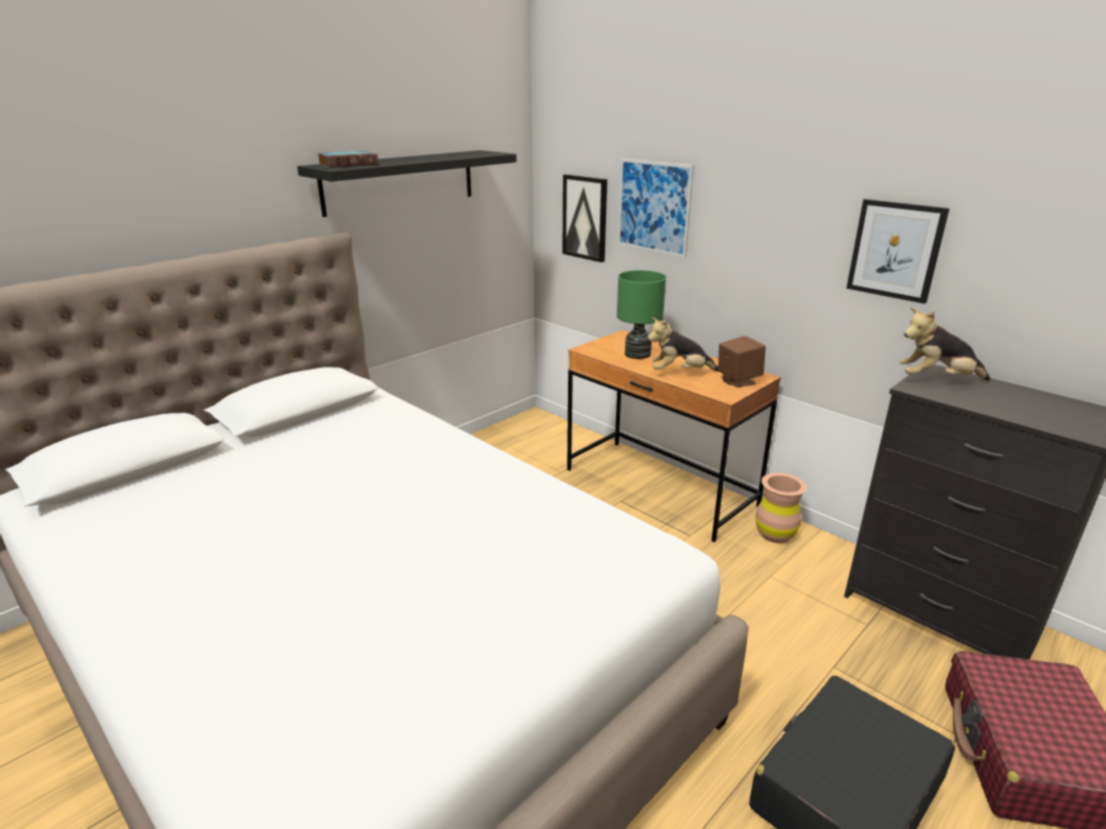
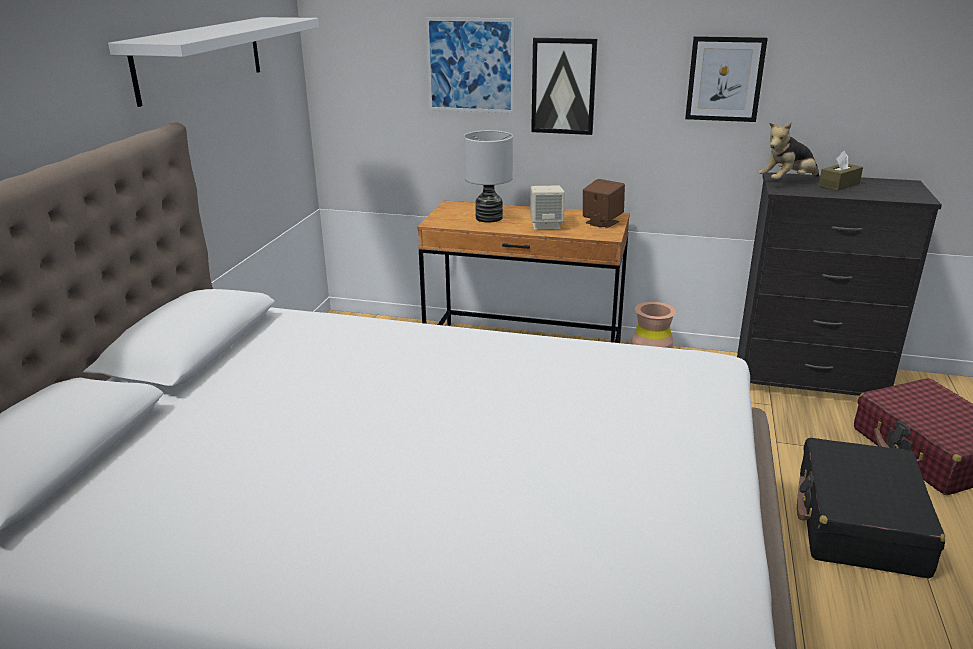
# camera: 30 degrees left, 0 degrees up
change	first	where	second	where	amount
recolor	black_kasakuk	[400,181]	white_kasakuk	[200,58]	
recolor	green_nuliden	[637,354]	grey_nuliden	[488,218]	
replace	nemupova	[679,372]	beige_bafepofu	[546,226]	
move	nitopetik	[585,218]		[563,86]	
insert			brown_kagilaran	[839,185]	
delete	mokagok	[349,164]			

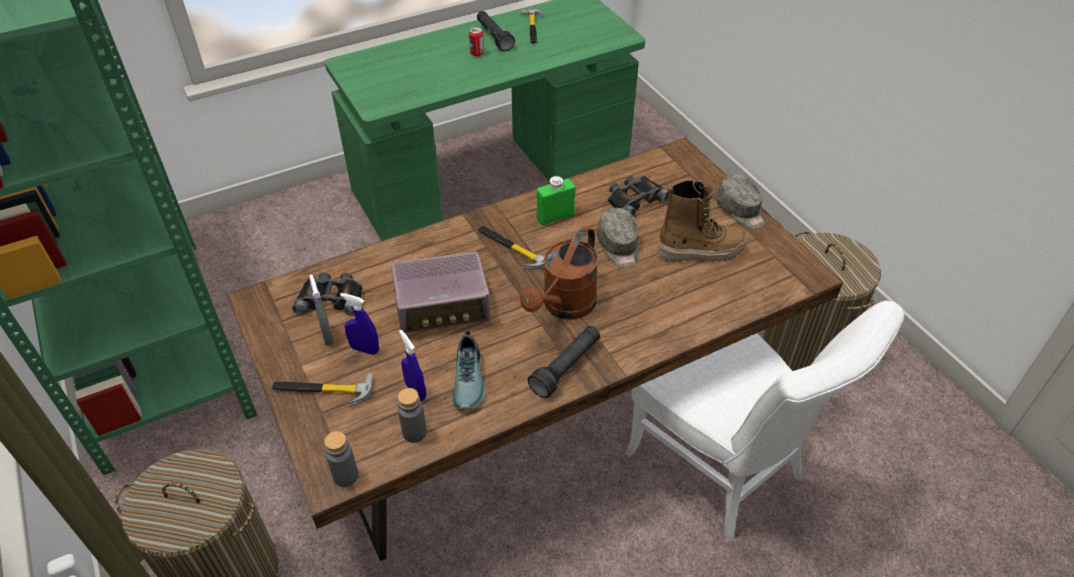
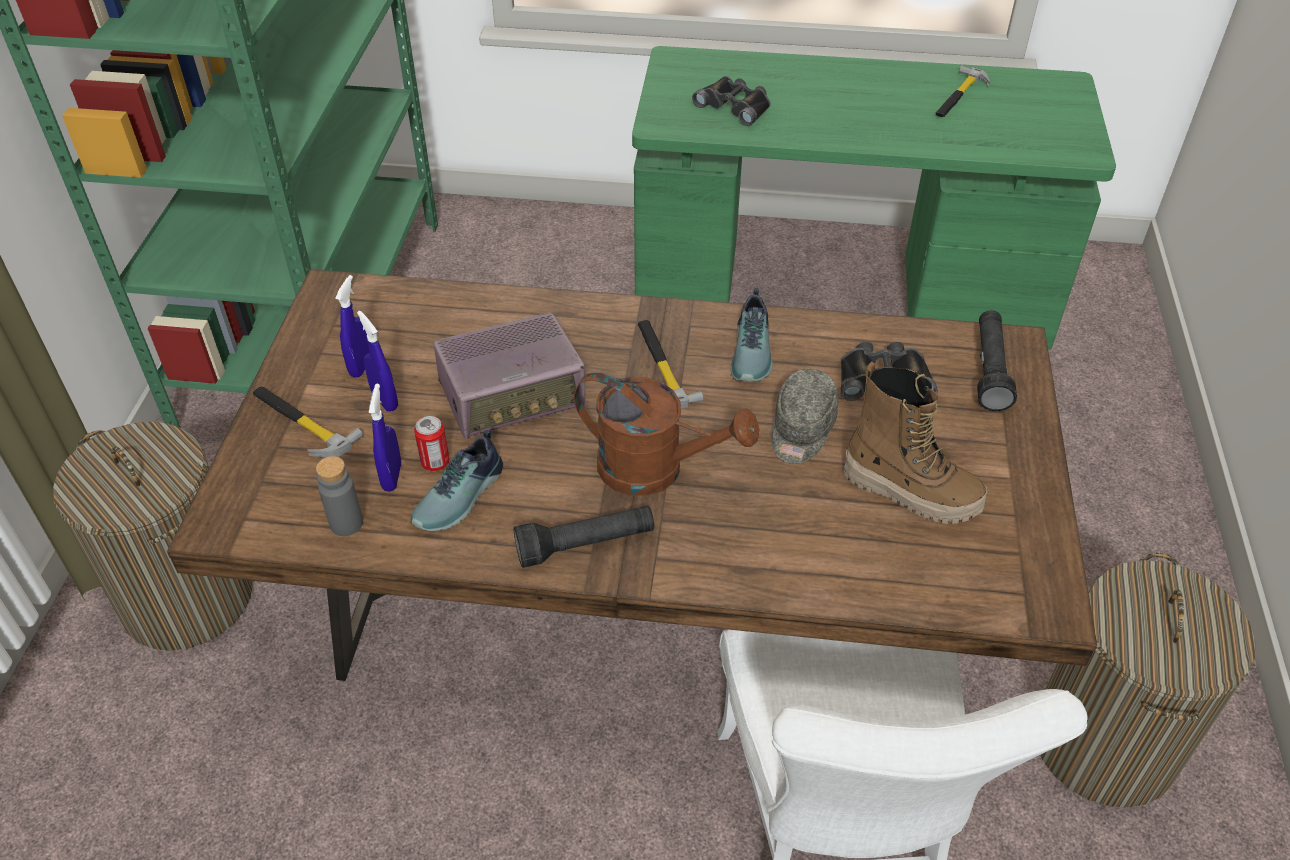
# camera: 35 degrees right, 0 degrees up
change	first	where	second	where	amount
recolor	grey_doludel	[327,336]	blue_doludel	[362,365]	
move	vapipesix	[477,54]		[435,462]	
rotate	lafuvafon	[443,307]		[513,396]	45 degrees counterclockwise
rotate	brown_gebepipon	[564,307]		[655,470]	135 degrees counterclockwise
move	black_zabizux	[331,299]		[735,106]	
replace	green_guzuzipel	[555,217]	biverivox	[753,352]	
move	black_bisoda	[494,37]		[989,370]	
delete	grey_guzuzipel	[346,476]			
delete	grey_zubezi	[740,211]			

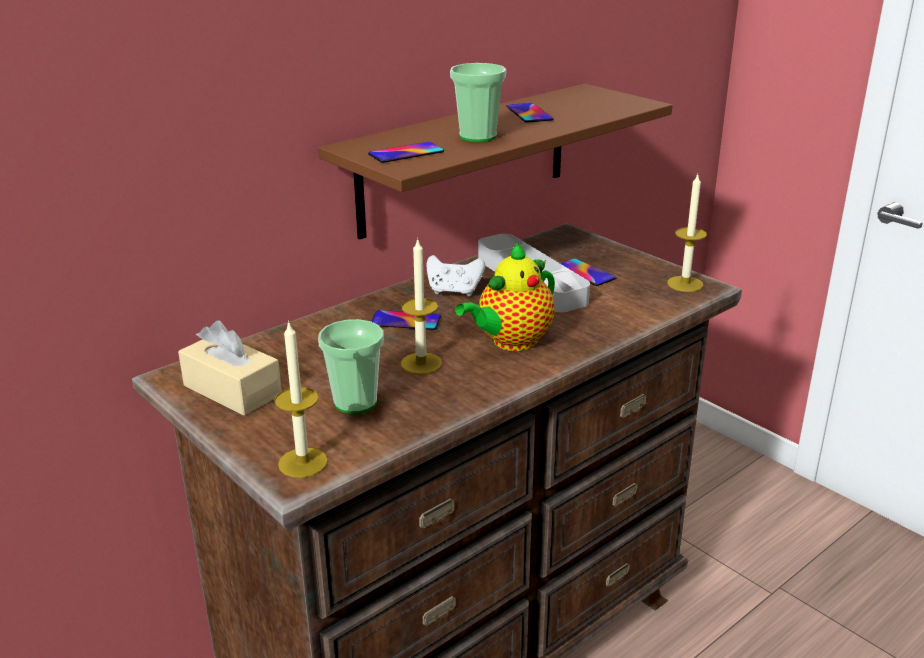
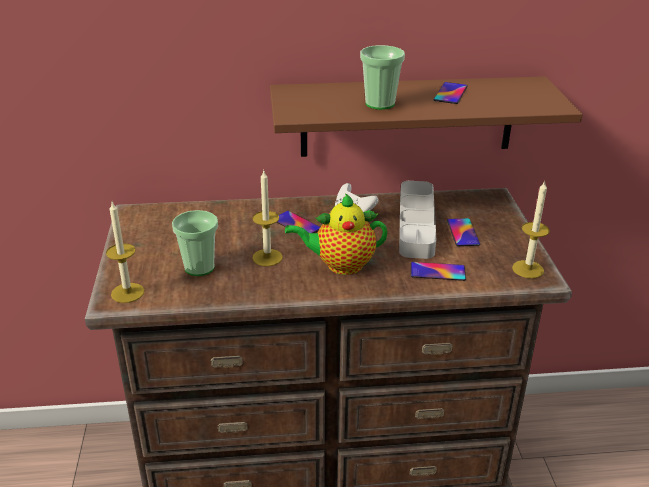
# camera: 35 degrees right, 5 degrees up
change	first	where	second	where	amount
move	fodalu	[406,153]		[437,272]	
delete	beige_kagilaran	[232,390]			

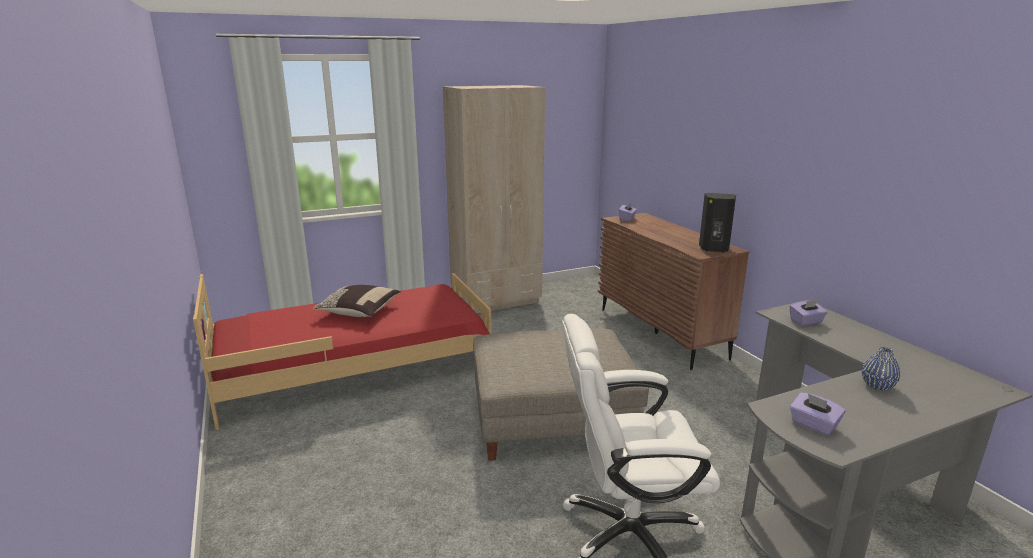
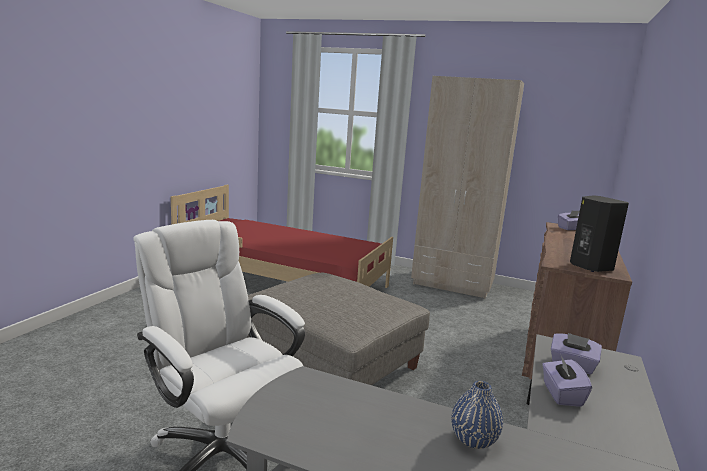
# camera: 45 degrees right, 5 degrees down
change	first	where	second	where	amount
move	purple_kagilaran	[813,425]		[561,394]	
delete	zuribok	[359,311]			

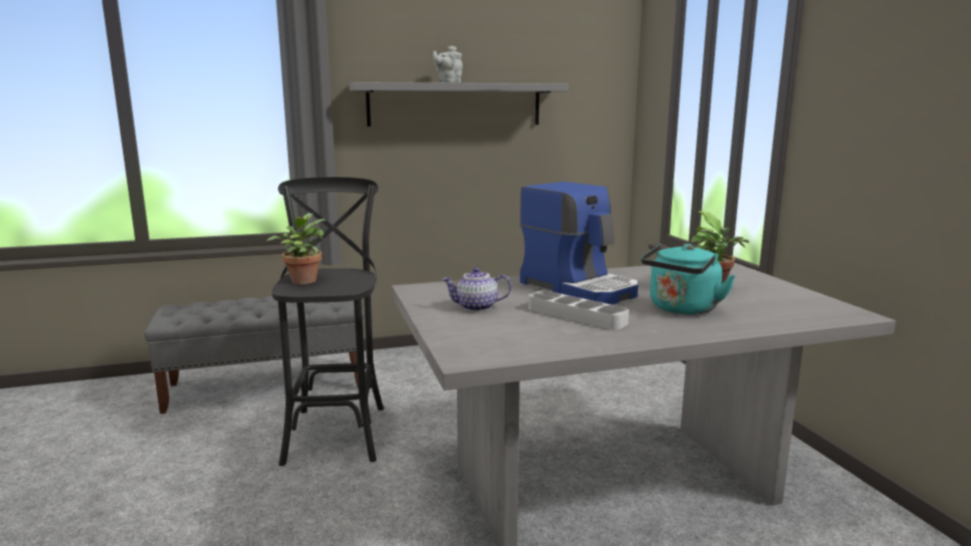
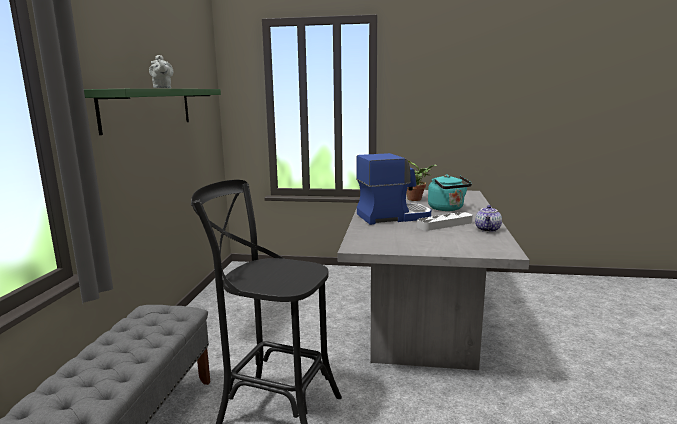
# camera: 65 degrees left, 0 degrees up
change	first	where	second	where	amount
recolor	grey_kasakuk	[455,104]	green_kasakuk	[148,108]	
move	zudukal	[476,307]		[488,230]	
delete	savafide	[303,280]			

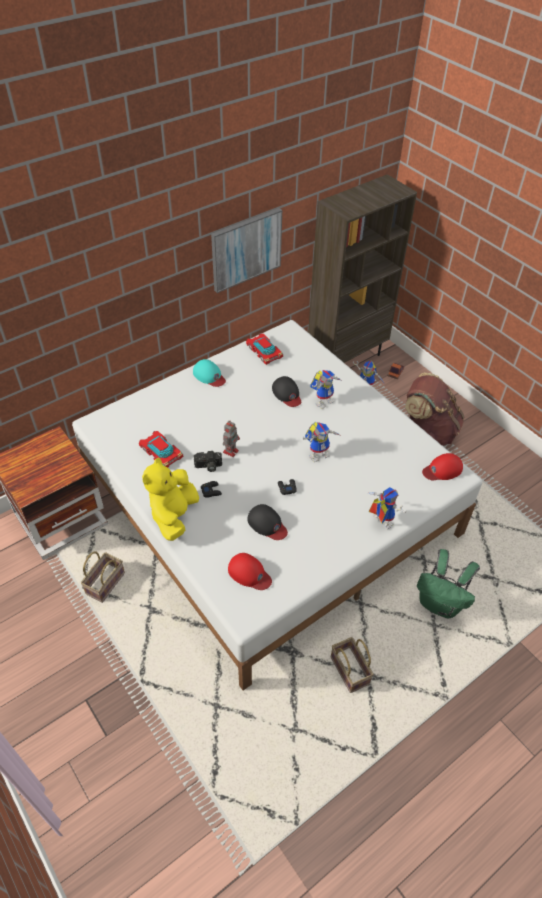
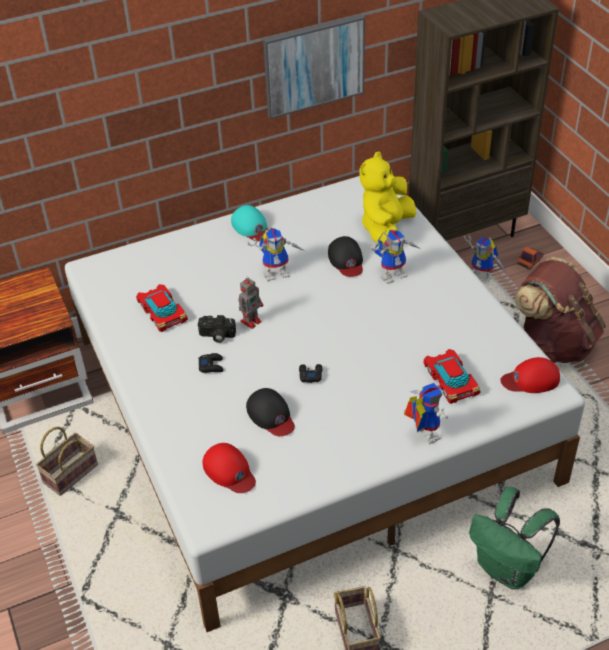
# camera: 15 degrees right, 5 degrees down
change	first	where	second	where	amount
move	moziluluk	[319,453]		[277,272]	
move	yellow_nemupova	[174,515]		[386,228]	
move	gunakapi	[264,351]		[451,380]	

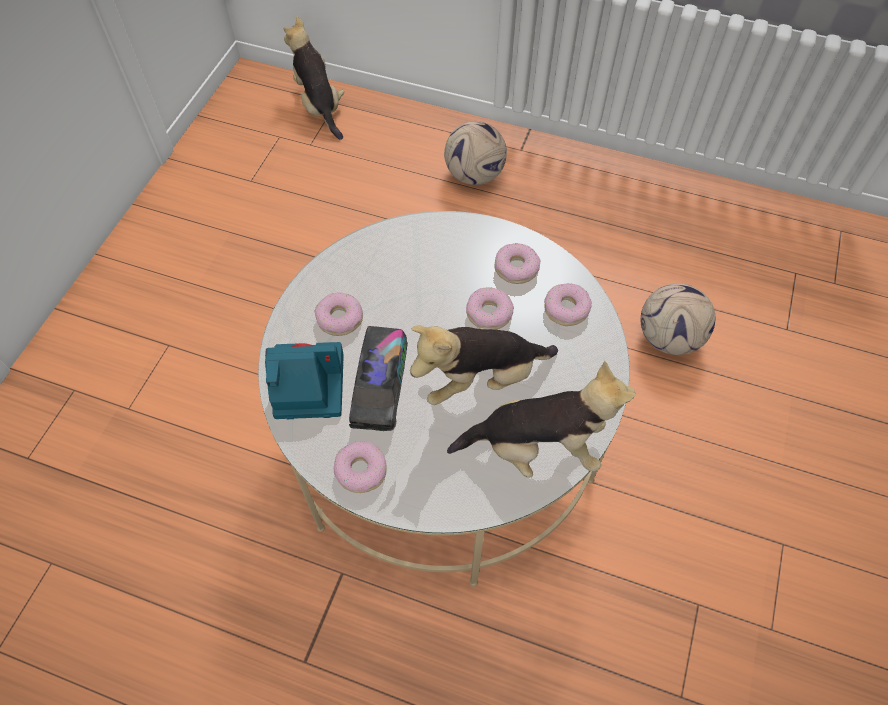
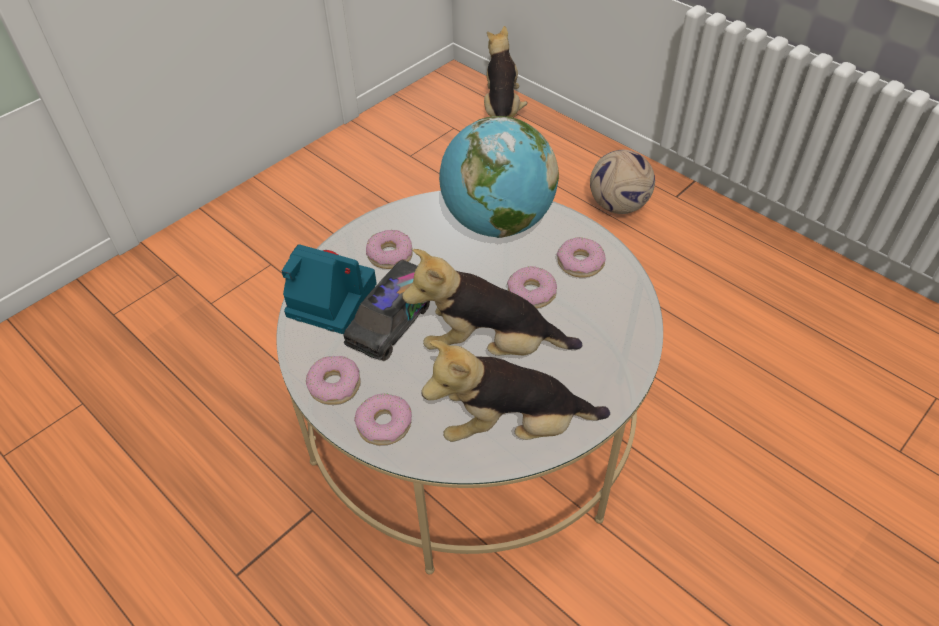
# camera: 25 degrees right, 10 degrees down
change	first	where	second	where	amount
move	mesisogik	[566,308]		[384,424]	
rotate	nemupova	[538,448]		[513,426]	150 degrees clockwise
insert			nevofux	[497,223]	
delete	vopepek	[669,338]			

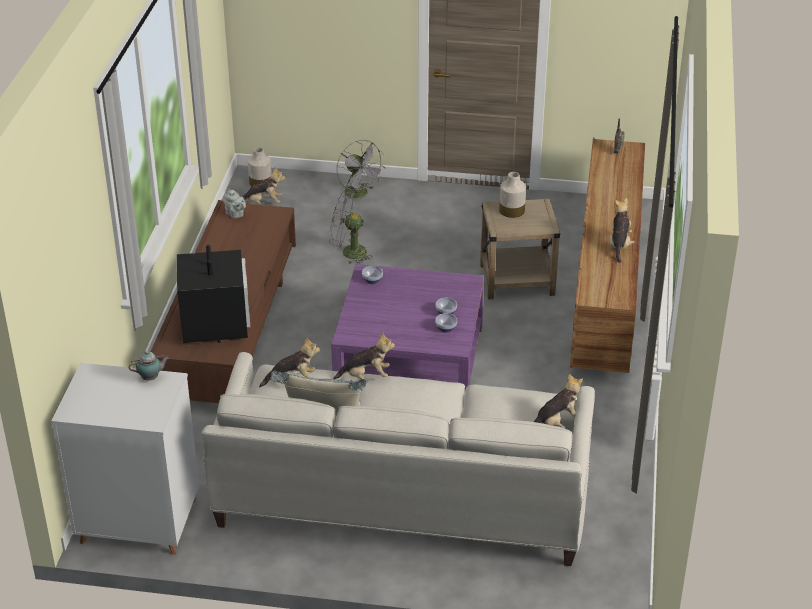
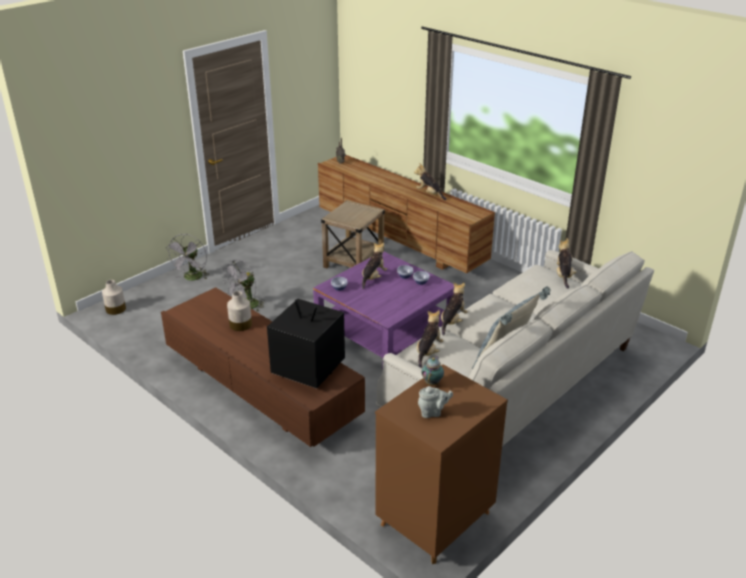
# camera: 55 degrees left, 5 degrees down
change	first	where	second	where	amount
rotate	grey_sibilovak	[360,195]		[192,278]	105 degrees clockwise
move	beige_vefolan	[512,210]		[241,324]	
move	nemupova	[263,203]		[373,278]	
recolor	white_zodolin	[137,521]	brown_zodolin	[434,519]	
move	grey_zudukal	[235,215]		[433,412]	

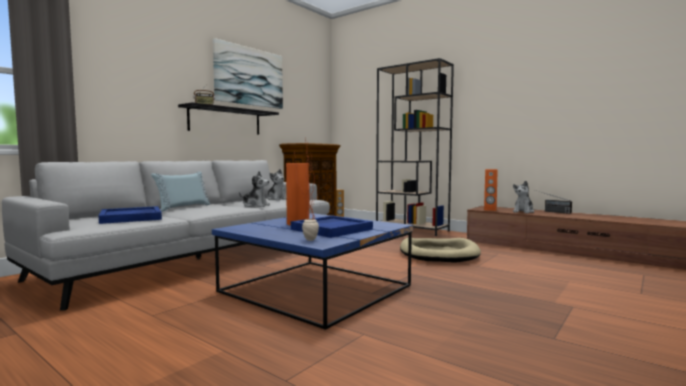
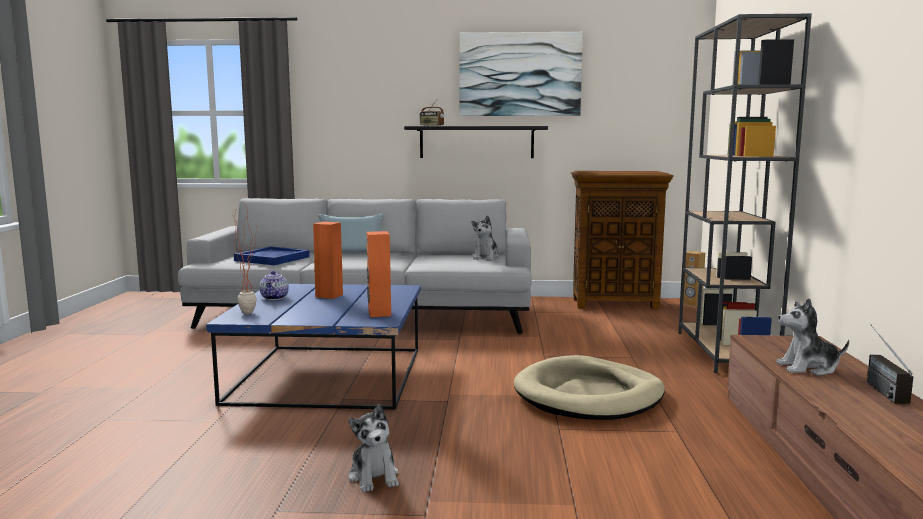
# camera: 55 degrees right, 5 degrees up
change	first	where	second	where	amount
insert			zudukal	[275,298]	
move	nemupova	[255,205]		[374,476]	
move	orange_bafepofu	[490,209]		[379,313]	
delete	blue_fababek	[331,229]			

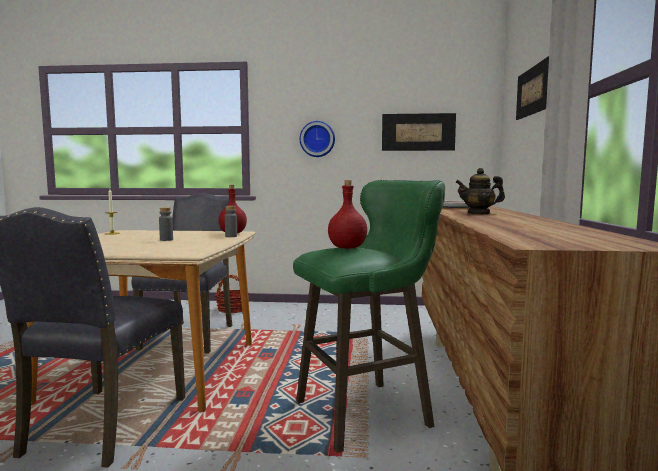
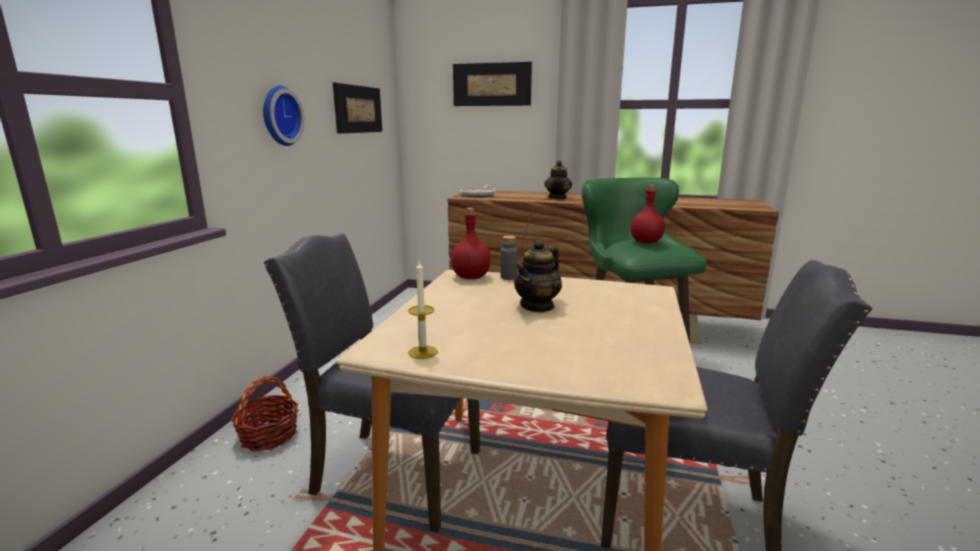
# camera: 80 degrees left, 10 degrees up
change	first	where	second	where	amount
replace	grey_guzuzipel	[166,240]	zudukal	[537,306]	

